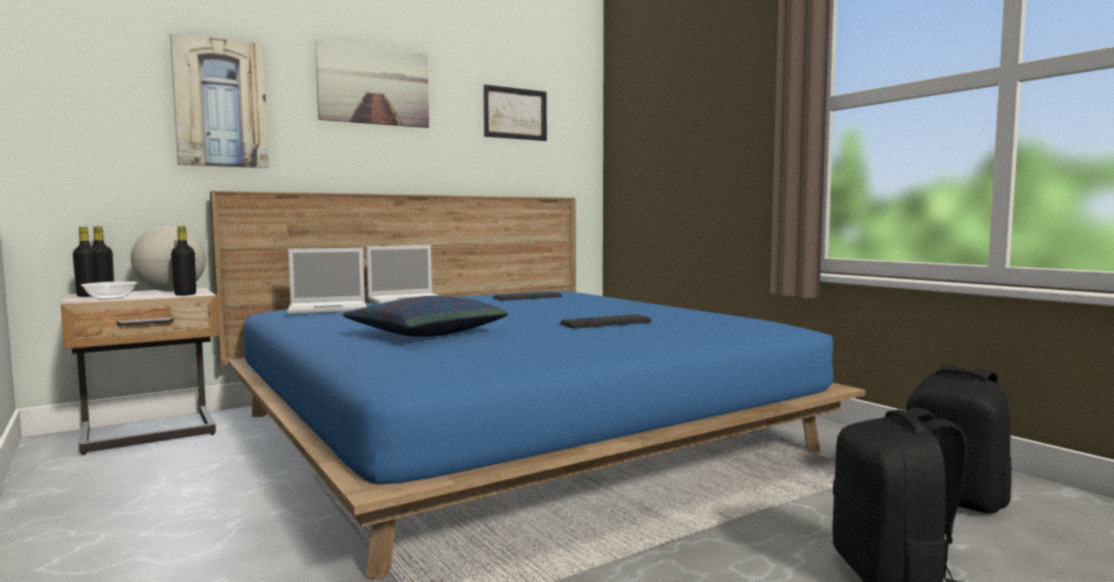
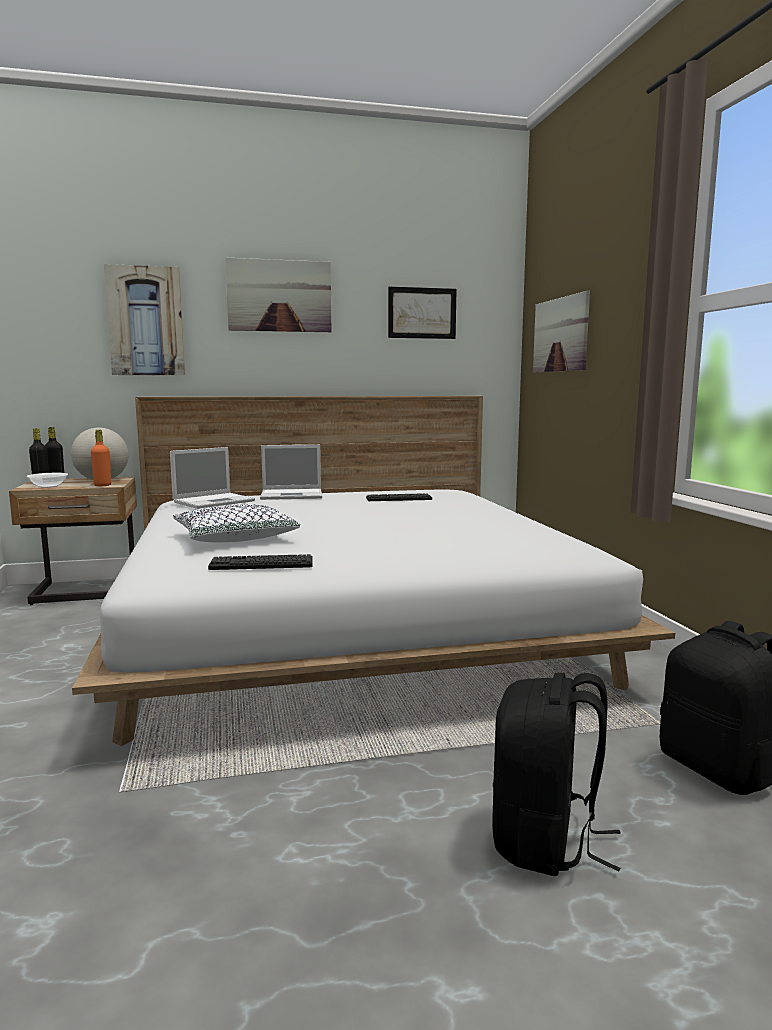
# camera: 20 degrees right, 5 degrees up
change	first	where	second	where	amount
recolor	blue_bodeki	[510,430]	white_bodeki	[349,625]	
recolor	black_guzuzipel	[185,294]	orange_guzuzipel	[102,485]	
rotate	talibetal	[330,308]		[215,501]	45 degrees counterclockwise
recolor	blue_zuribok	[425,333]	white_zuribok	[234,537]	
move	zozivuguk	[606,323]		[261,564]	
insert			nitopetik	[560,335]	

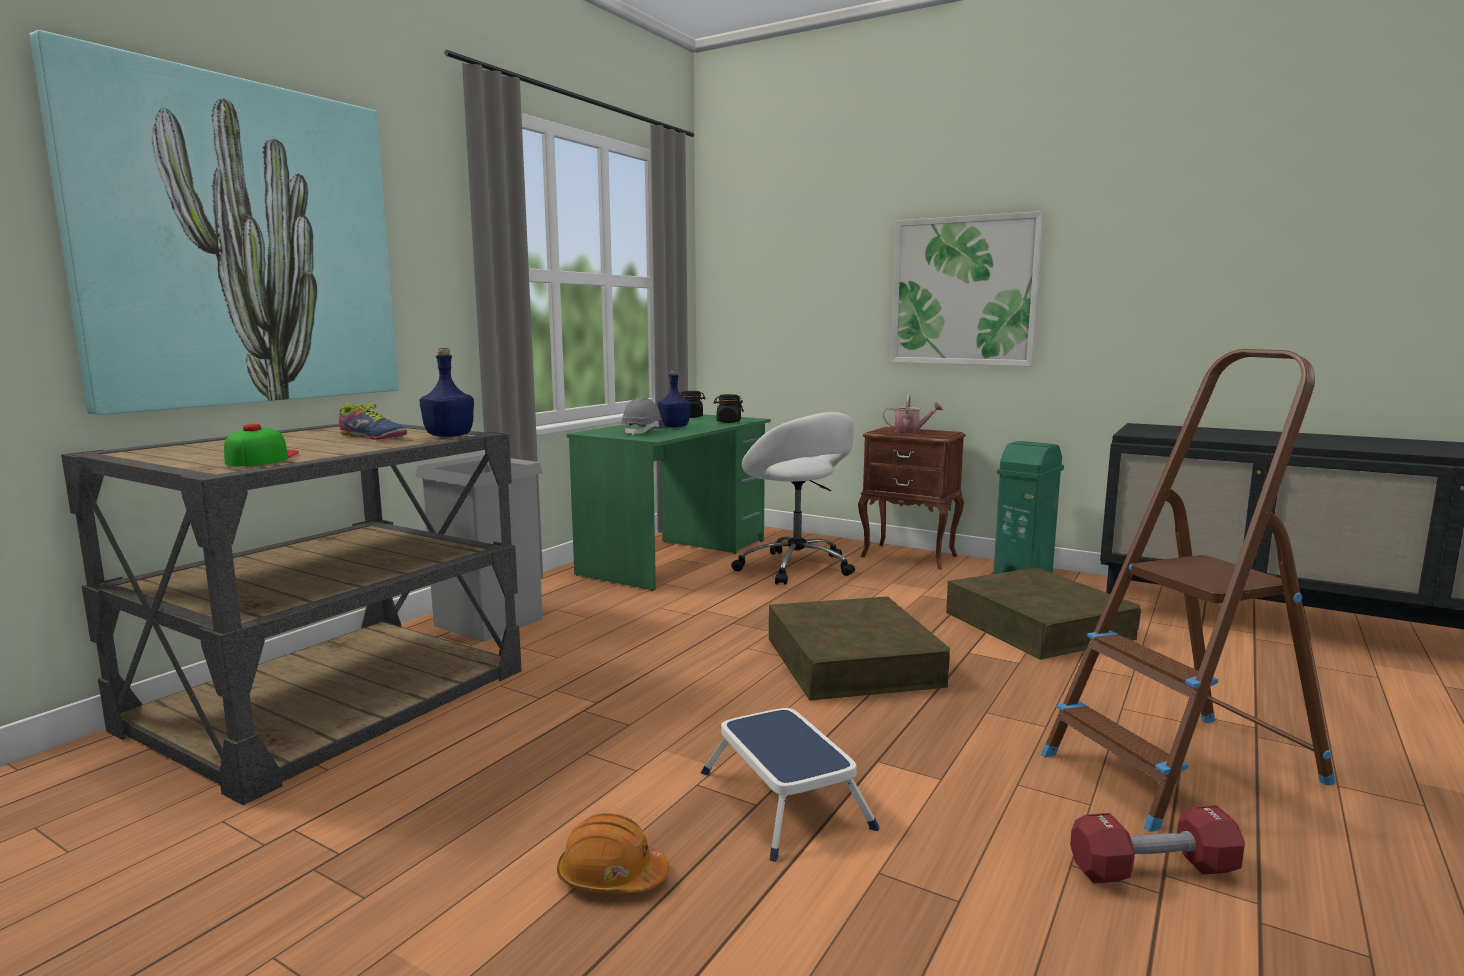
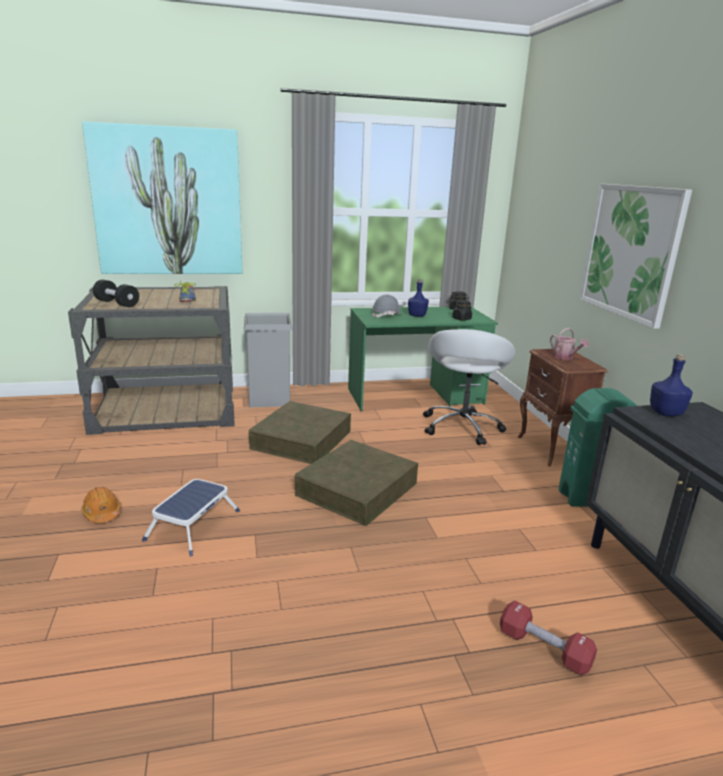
# camera: 45 degrees right, 10 degrees up
change	first	where	second	where	amount
replace	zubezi	[261,457]	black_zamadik	[117,303]	
move	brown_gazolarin	[1037,625]		[302,440]	
move	red_zamadik	[1153,870]		[544,649]	
move	blue_guzuzipel	[449,436]		[666,413]	
delete	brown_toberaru	[1181,768]			

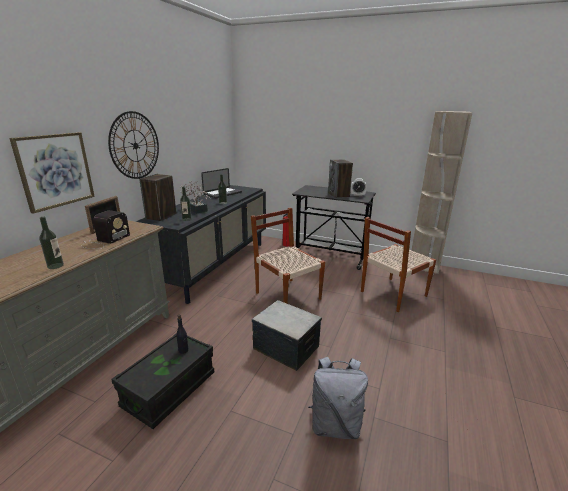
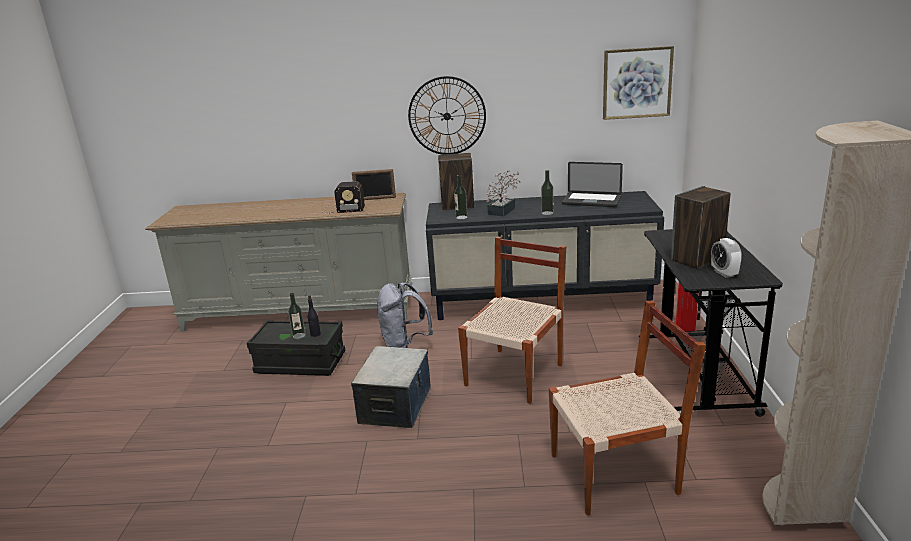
# camera: 70 degrees right, 0 degrees up
change	first	where	second	where	amount
move	guzuzipel	[55,266]		[299,335]	
move	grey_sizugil	[335,425]		[405,347]	
rotate	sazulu	[392,294]		[617,473]	135 degrees clockwise
move	nitopetik	[55,170]		[637,83]	

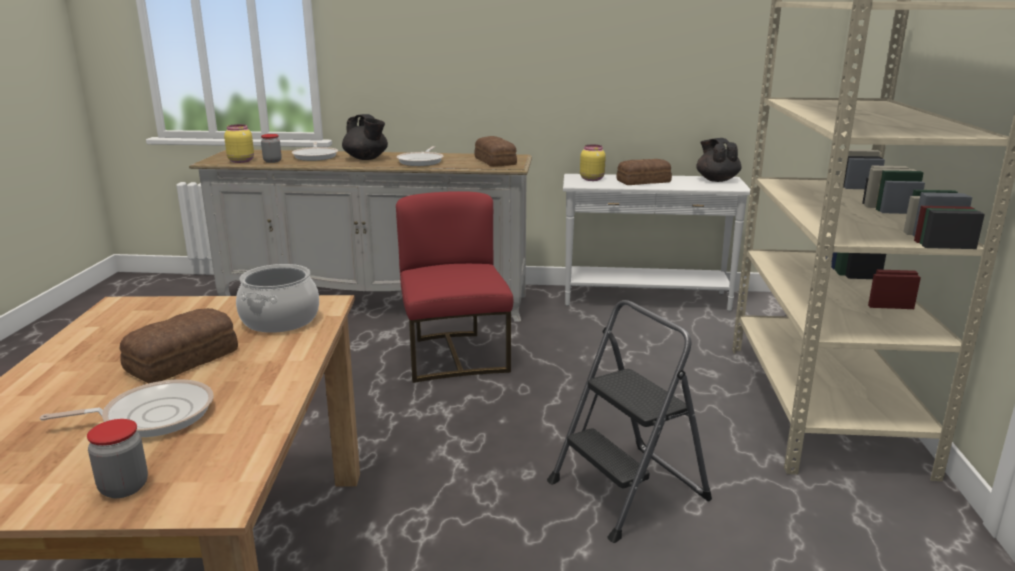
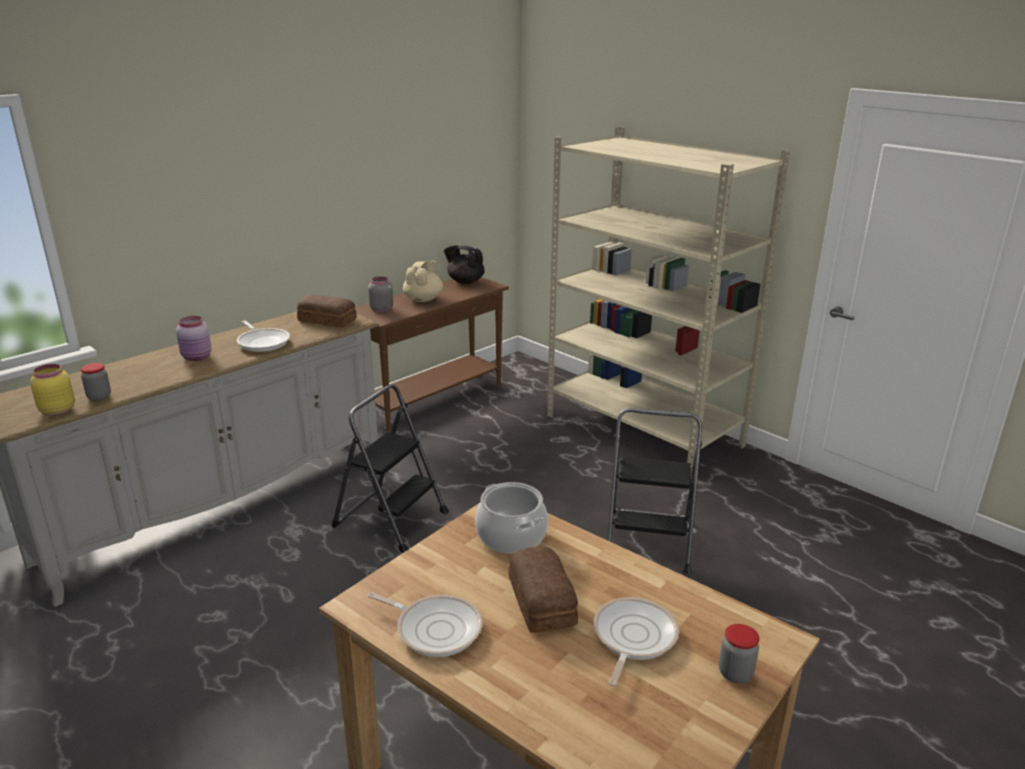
# camera: 50 degrees left, 5 degrees up
change	first	where	second	where	amount
replace	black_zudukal	[366,158]	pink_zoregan	[197,357]	
replace	red_sazulu	[454,356]	black_toberaru	[387,517]	
recolor	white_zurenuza	[646,299]	brown_zurenuza	[433,399]	
recolor	yellow_zoregan	[592,179]	grey_zoregan	[381,309]	
move	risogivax	[316,156]		[435,628]	
replace	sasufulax	[644,181]	beige_zudukal	[423,299]	

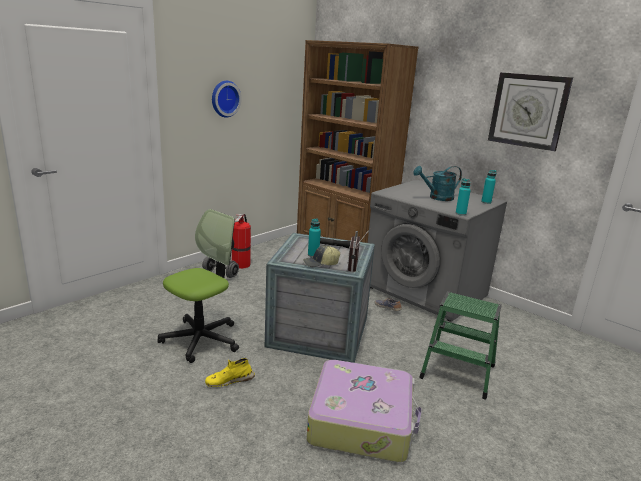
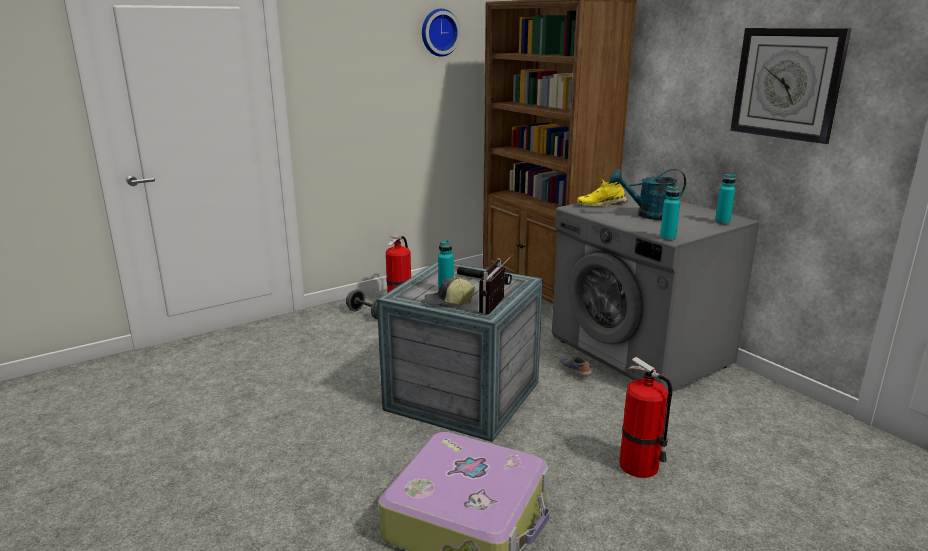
# camera: 15 degrees right, 0 degrees up
change	first	where	second	where	amount
move	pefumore	[224,98]		[438,32]	
move	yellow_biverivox	[229,380]		[601,204]	
replace	green_toberaru	[458,371]	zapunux	[641,466]	
delete	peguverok	[201,339]			

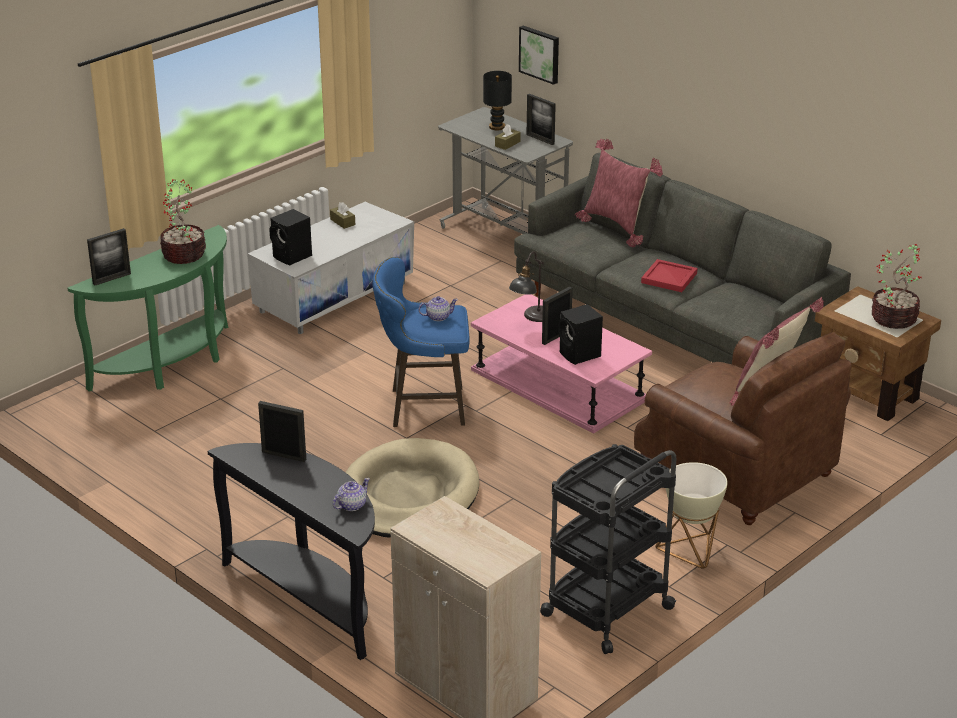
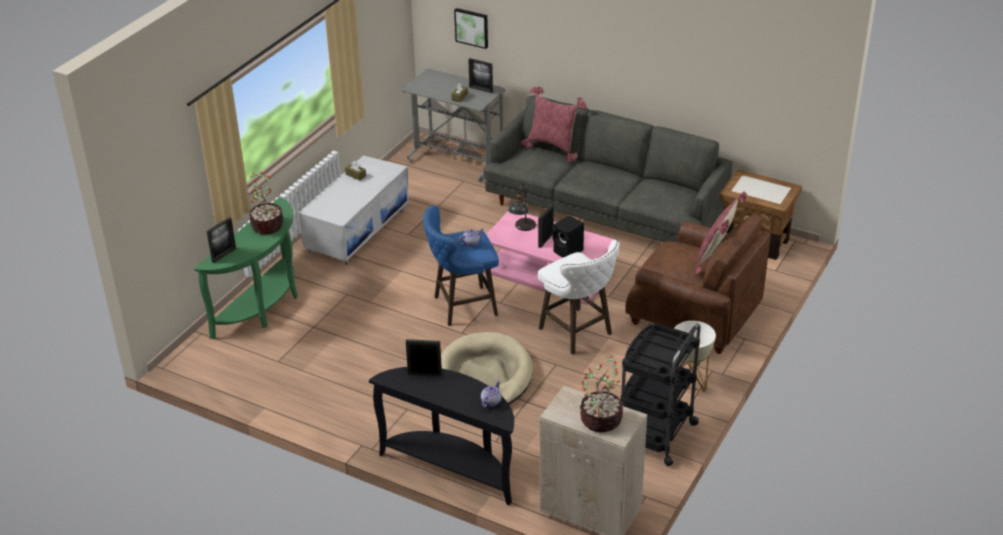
# camera: 15 degrees left, 5 degrees up
change	first	where	second	where	amount
insert			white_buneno	[577,333]	
move	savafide	[894,318]		[601,419]	
delete	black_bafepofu	[293,257]			
delete	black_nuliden	[497,127]			
delete	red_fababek	[669,278]			

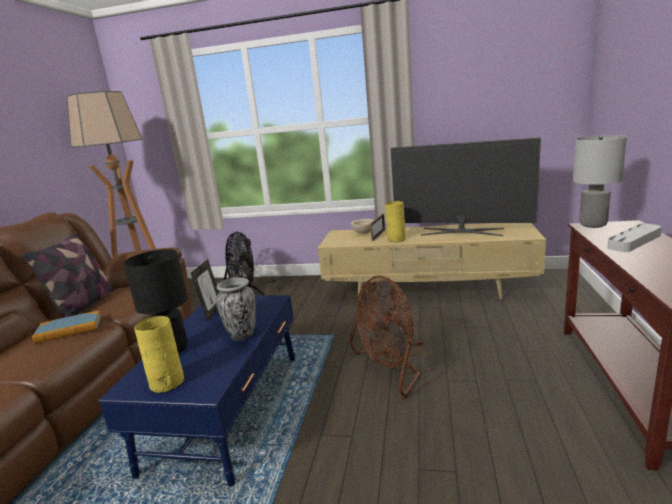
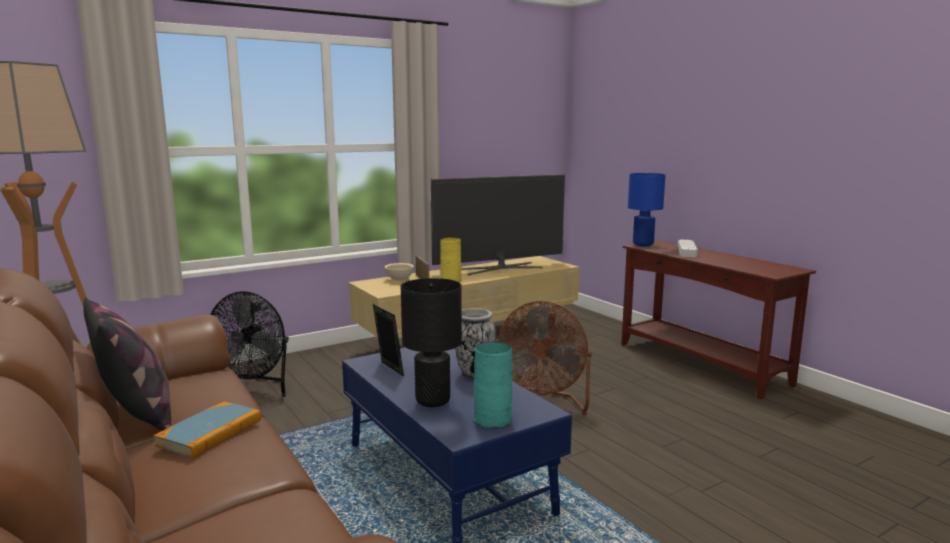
# camera: 45 degrees left, 5 degrees down
change	first	where	second	where	amount
recolor	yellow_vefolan	[166,383]	turquoise_vefolan	[493,420]	
recolor	grey_nuliden	[592,226]	blue_nuliden	[643,245]	

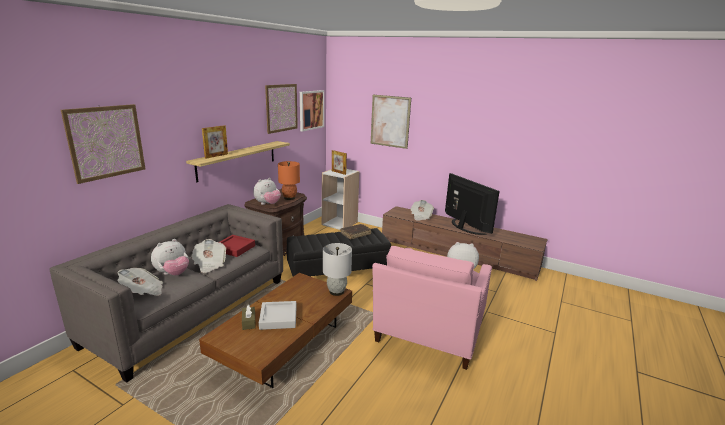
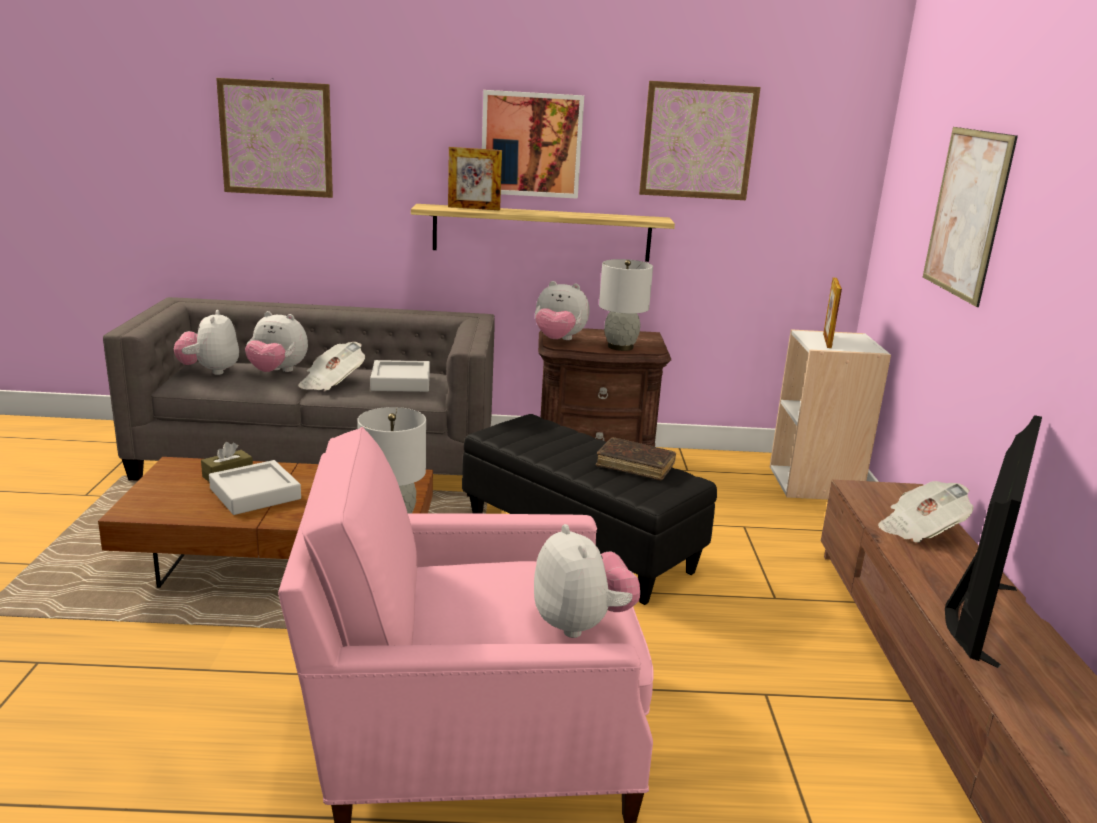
# camera: 60 degrees right, 0 degrees up
change	first	where	second	where	amount
replace	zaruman	[143,291]	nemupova	[210,371]	
recolor	red_fababek	[235,248]	grey_fababek	[401,382]	
move	nitopetik	[311,110]		[531,144]	
recolor	orange_nuliden	[289,198]	white_nuliden	[620,347]	

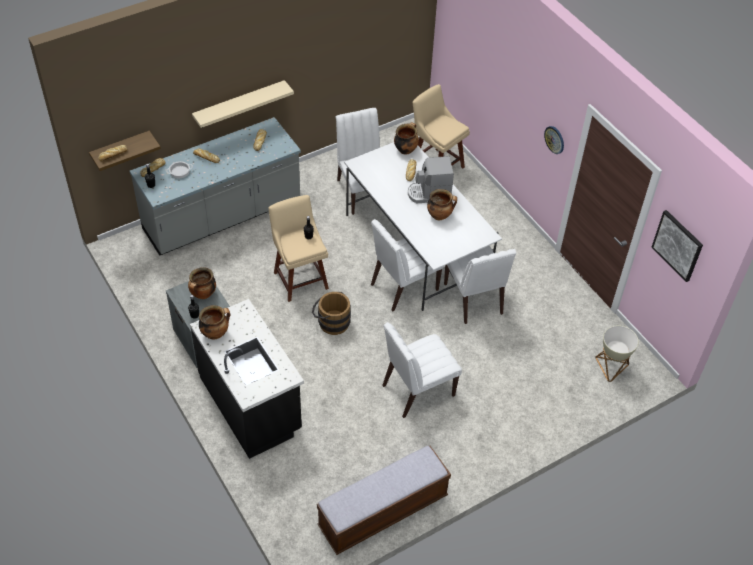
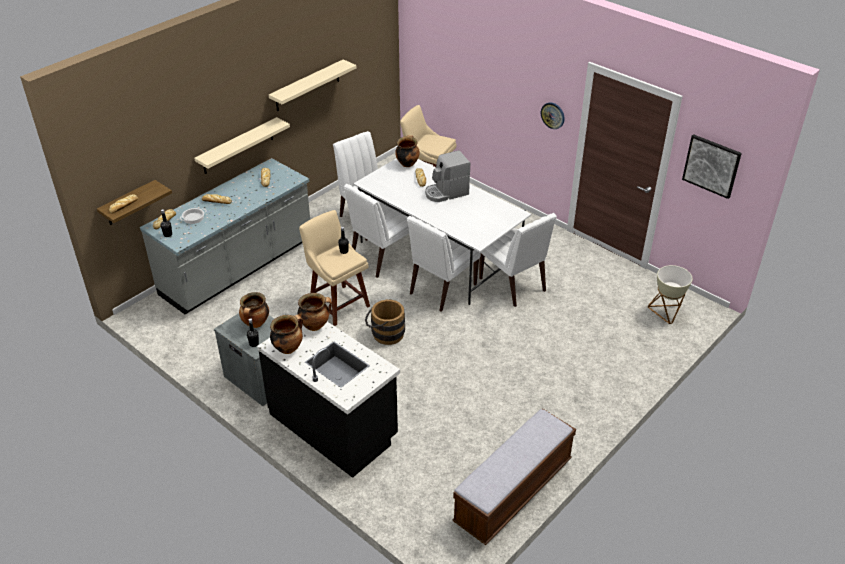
# camera: 15 degrees left, 10 degrees down
change	first	where	second	where	amount
insert			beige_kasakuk	[307,86]	
move	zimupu	[440,215]		[315,325]	
move	white_sazulu	[418,390]		[383,257]	

